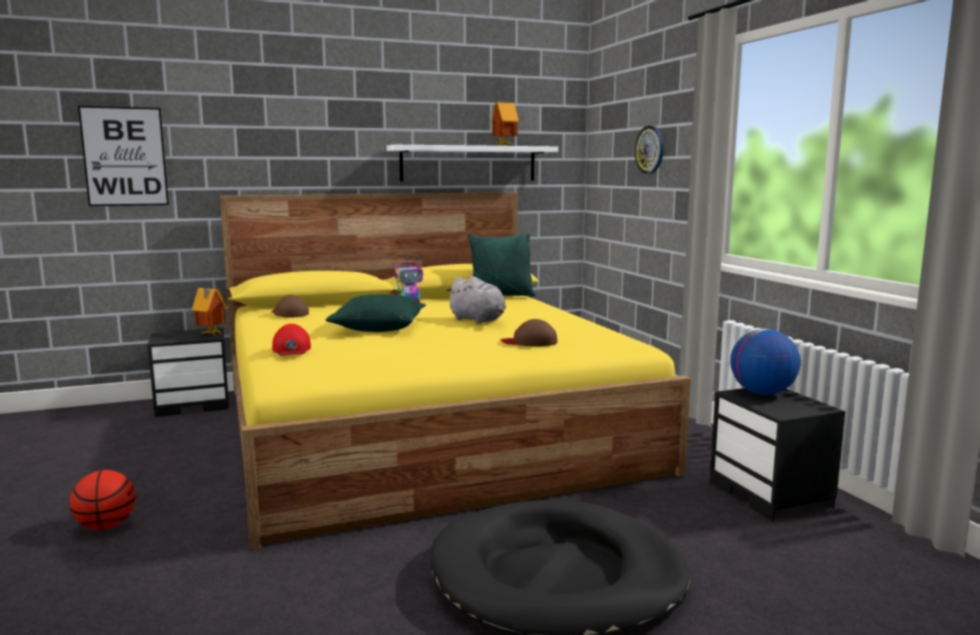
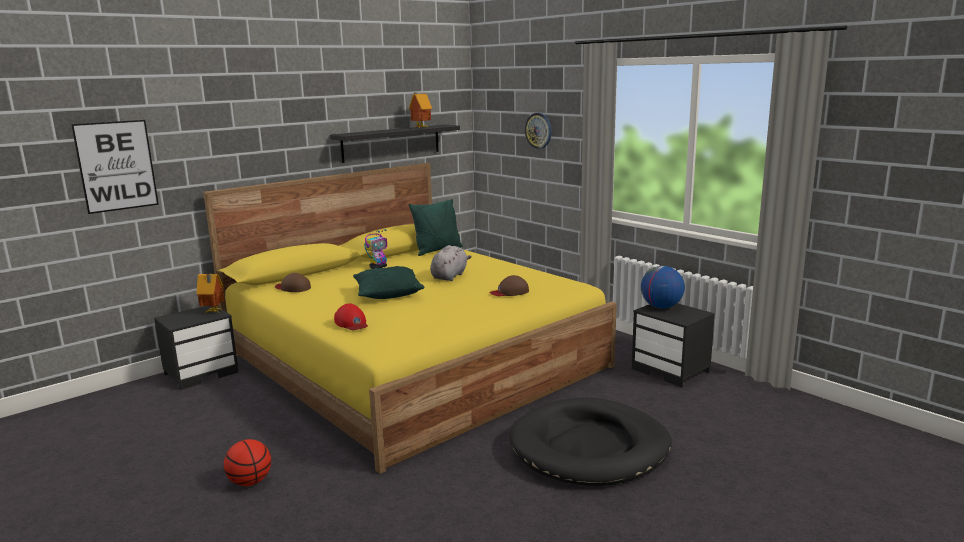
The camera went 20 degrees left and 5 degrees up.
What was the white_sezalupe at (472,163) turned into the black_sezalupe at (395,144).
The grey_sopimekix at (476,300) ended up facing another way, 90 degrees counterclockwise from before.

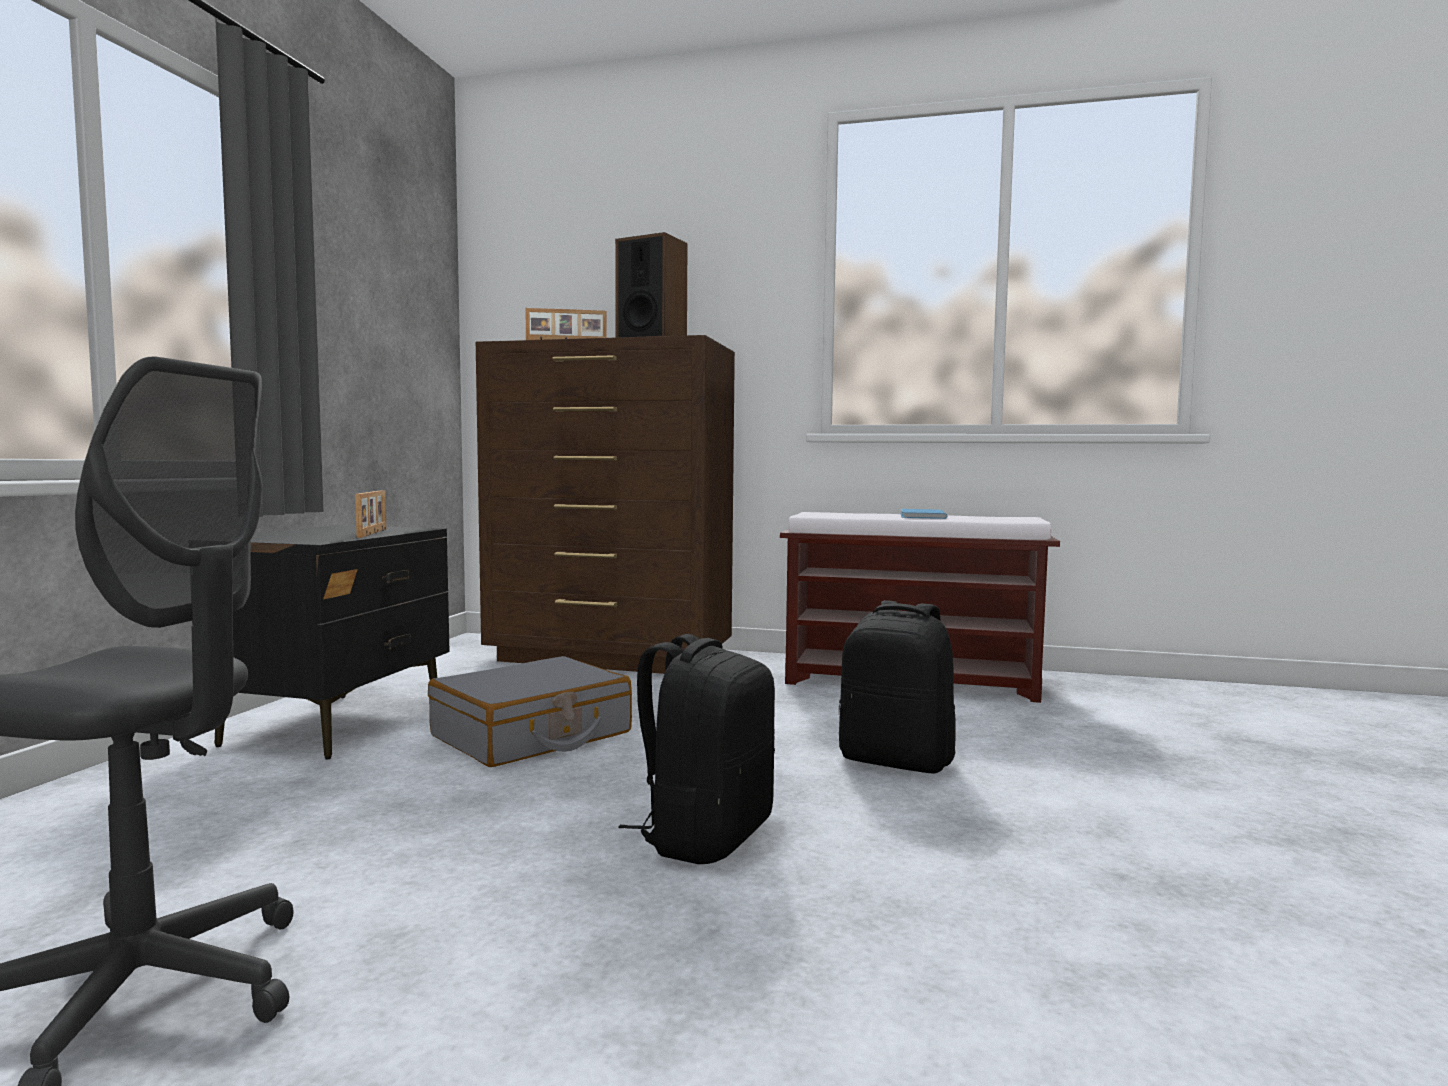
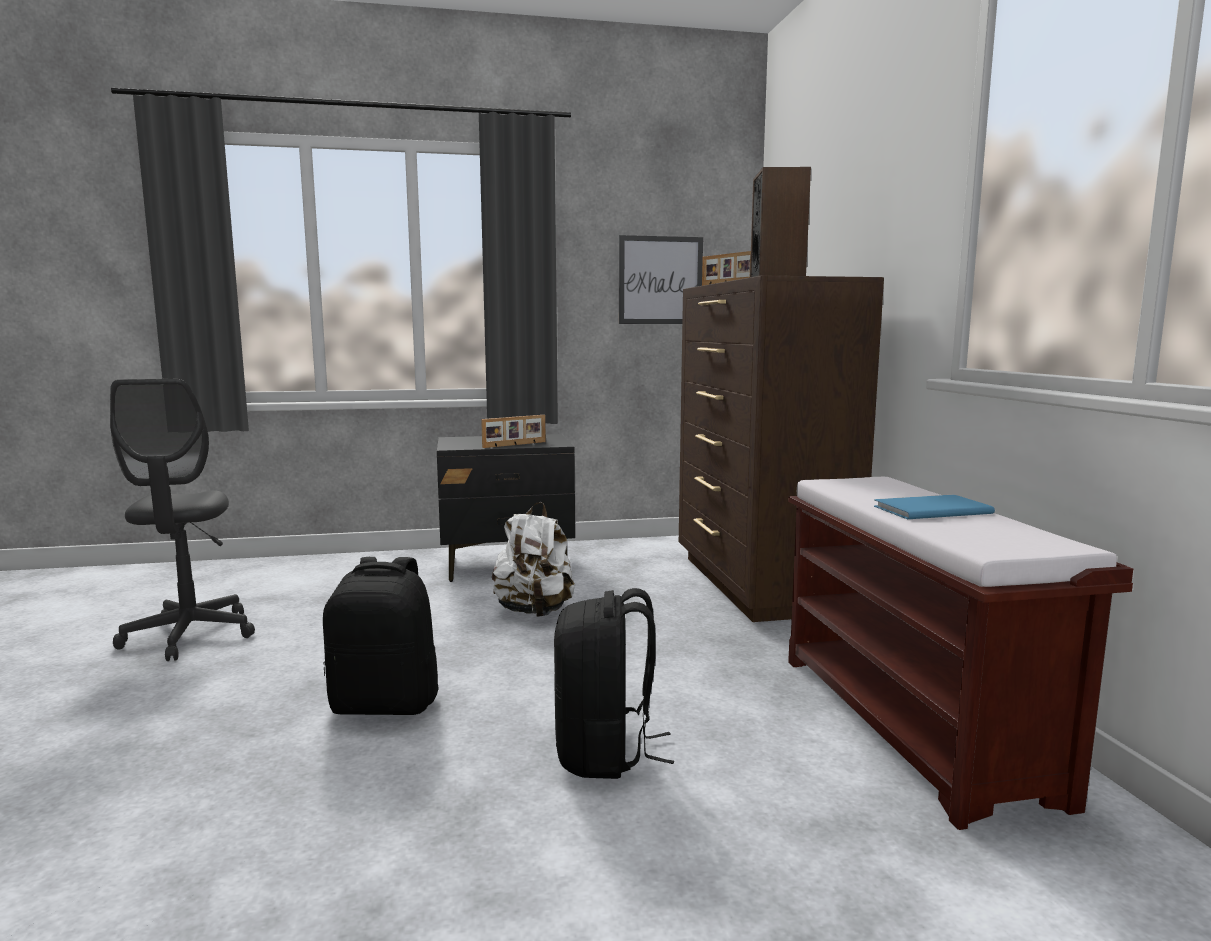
The camera went 65 degrees right and 5 degrees up.
Where the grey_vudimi stood at (530,711), the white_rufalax came to stand at (533,559).
The second view gained the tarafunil at (661,279).

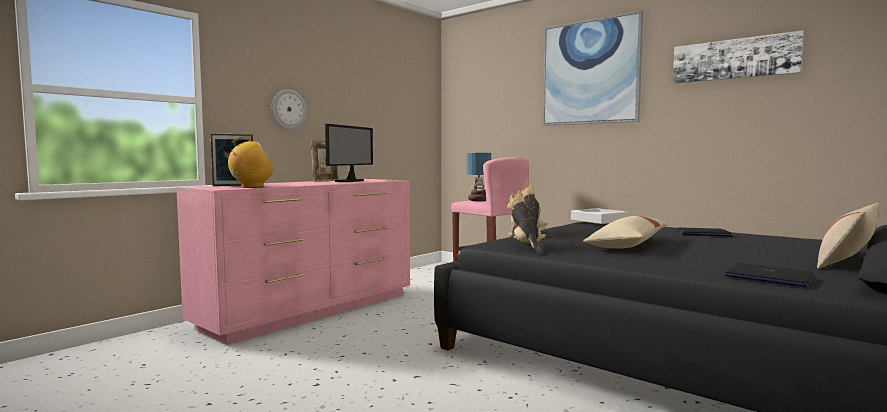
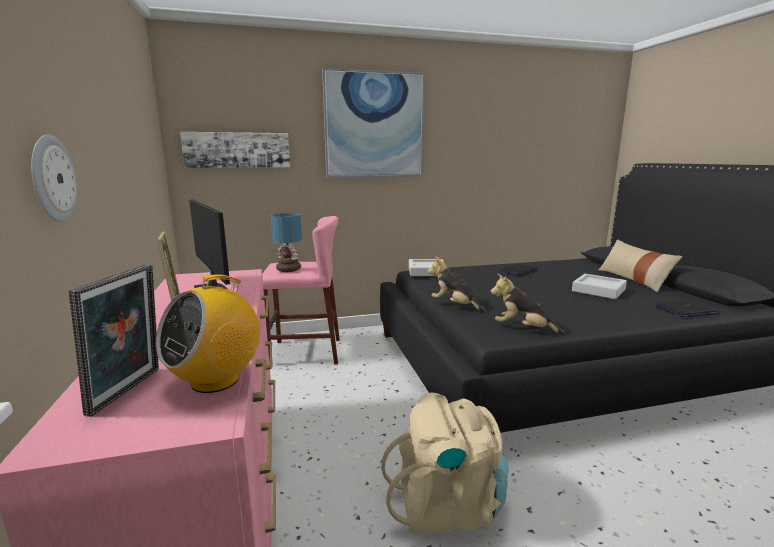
The camera went 55 degrees left and 10 degrees up.
The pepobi at (251,162) ended up facing another way, 150 degrees counterclockwise from before.
The tarafunil ended up elsewhere, having gone from (738,57) to (235,150).
The second view gained the beige_rufalax at (445,462).
The second view gained the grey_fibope at (599,286).
The second view lost the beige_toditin at (625,232).

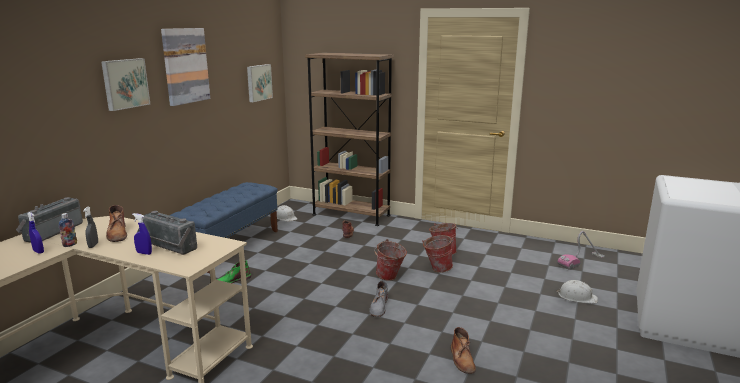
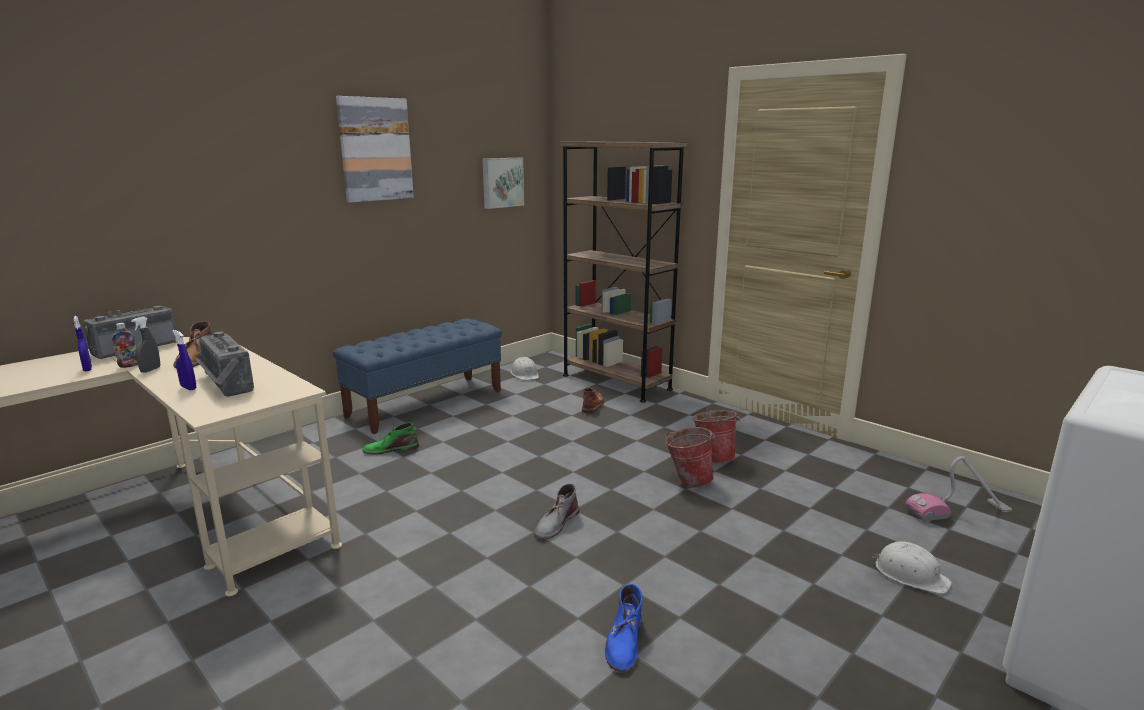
The camera went 20 degrees right and 0 degrees up.
What was the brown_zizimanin at (463,350) turned into the blue_zizimanin at (624,628).
The second view lost the tarafunil at (125,84).
The second view lost the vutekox at (390,260).

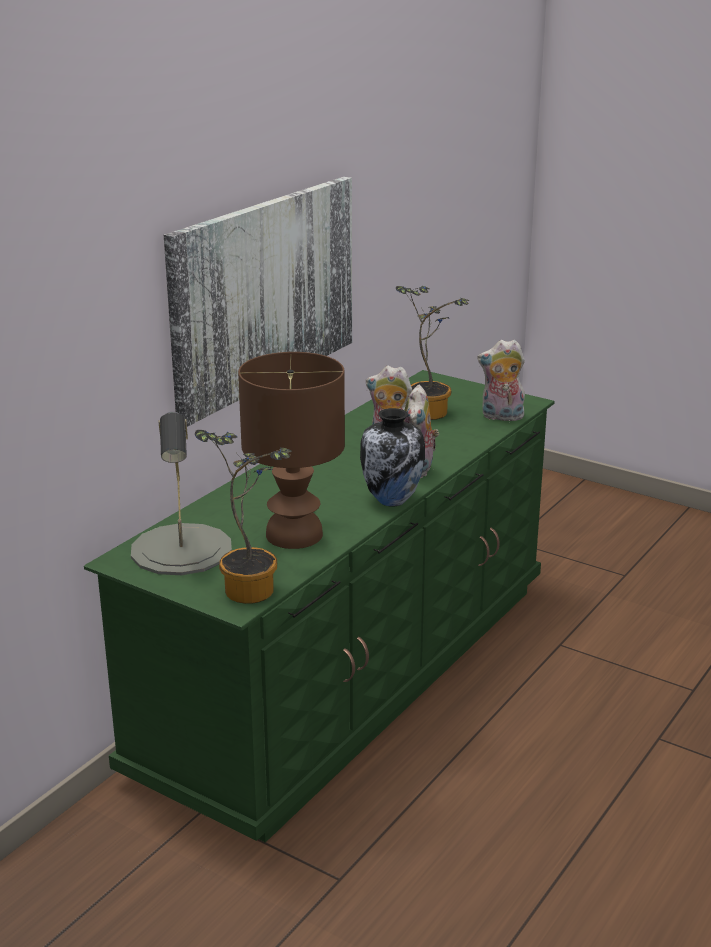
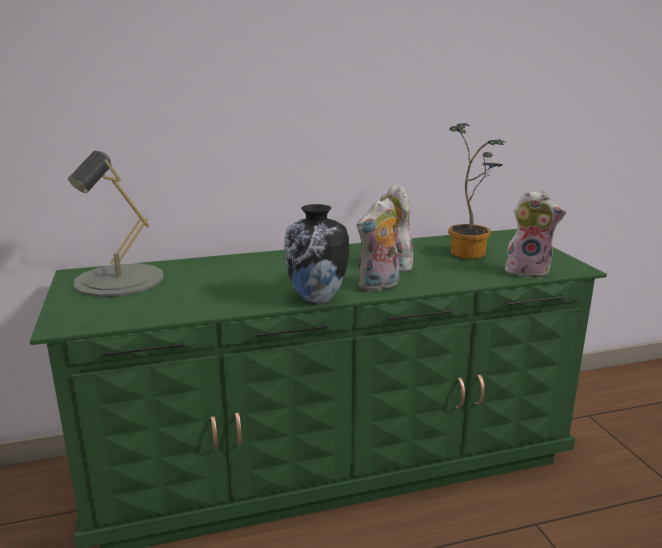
The camera went 40 degrees right and 5 degrees down.
The sopimekix at (501,380) ended up facing another way, 150 degrees clockwise from before.
The second view lost the tarafunil at (258,302).
The second view lost the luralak at (243,517).
The second view lost the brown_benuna at (291,450).

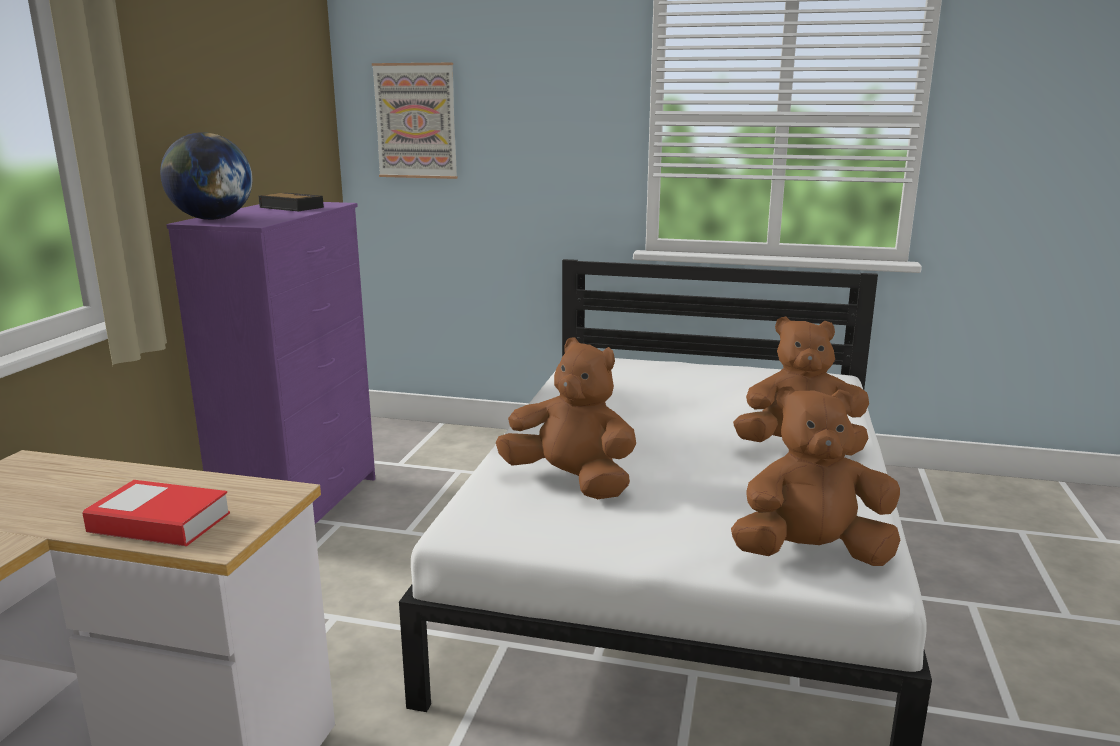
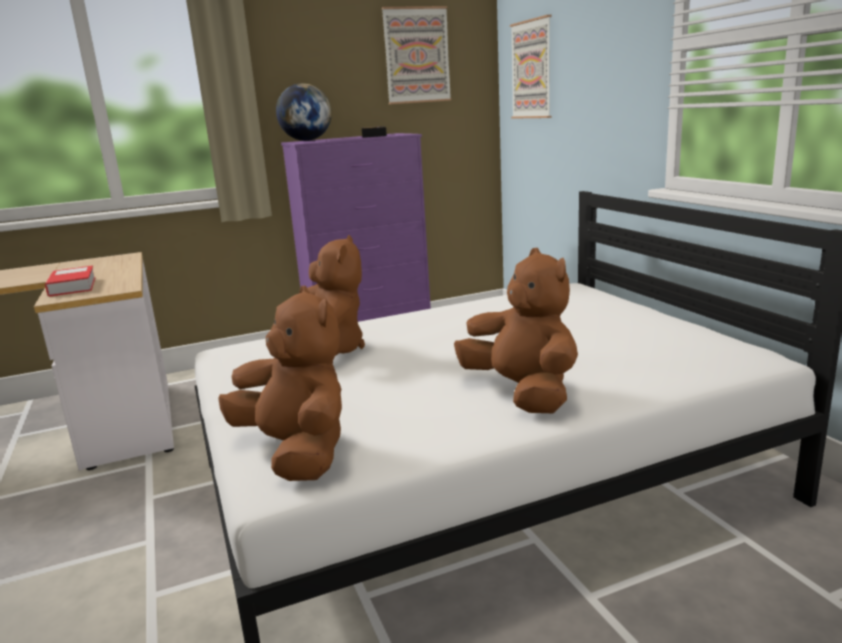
The camera went 55 degrees right and 0 degrees up.
The second view gained the tarafunil at (416,55).

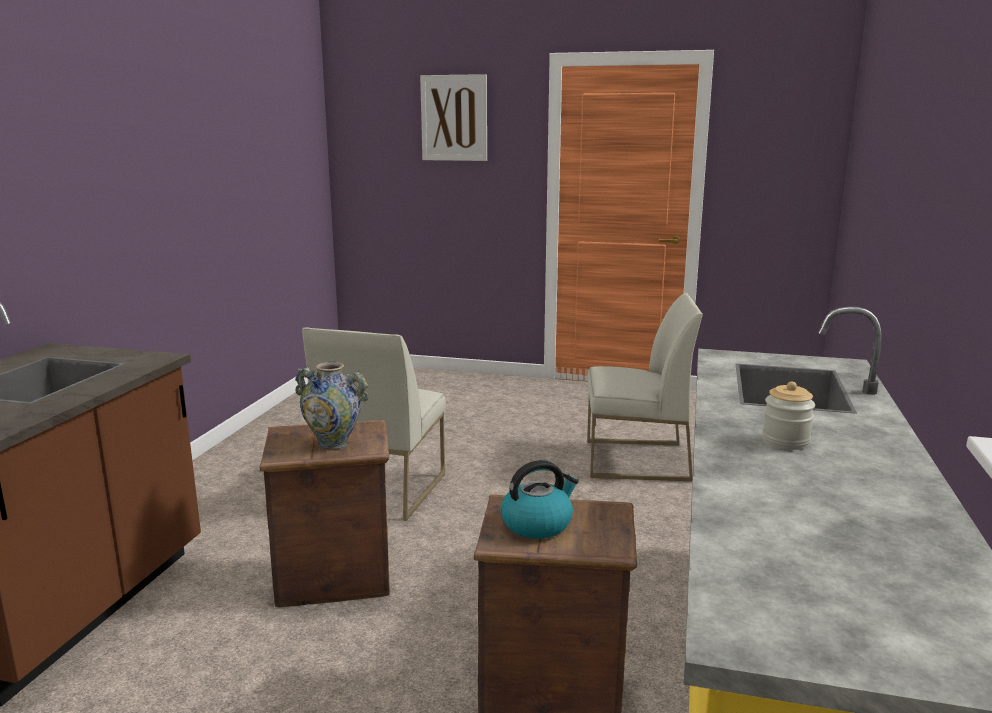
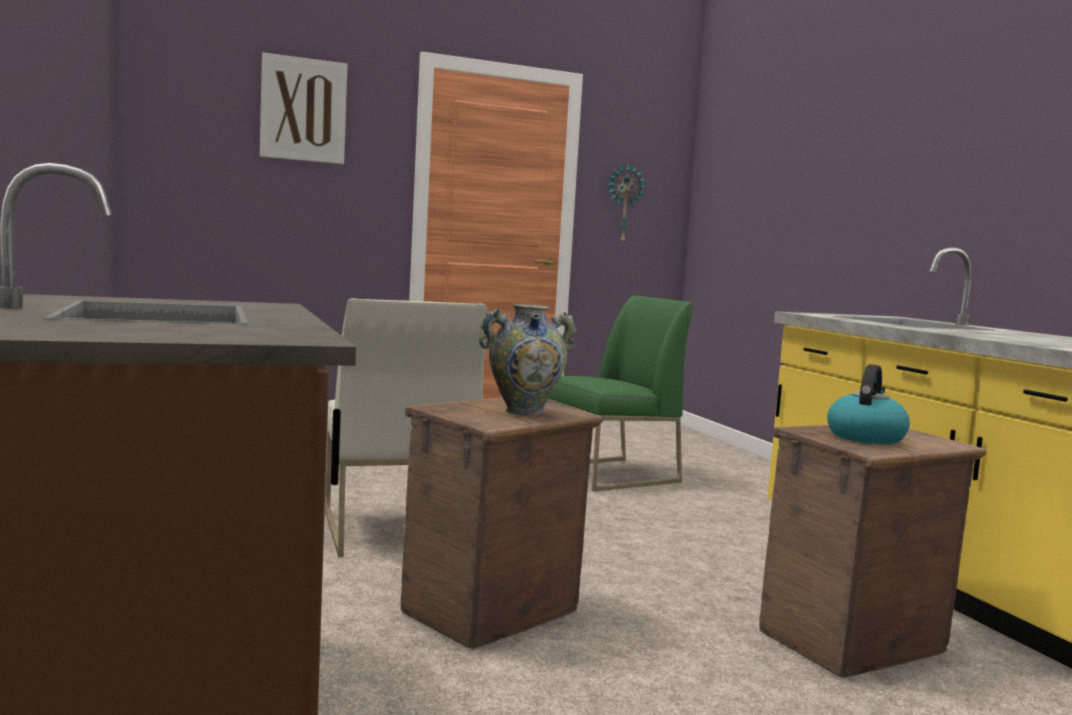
The camera went 35 degrees left and 10 degrees down.
What was the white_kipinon at (645,387) turned into the green_kipinon at (620,393).
The second view gained the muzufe at (626,204).
The second view lost the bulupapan at (788,415).

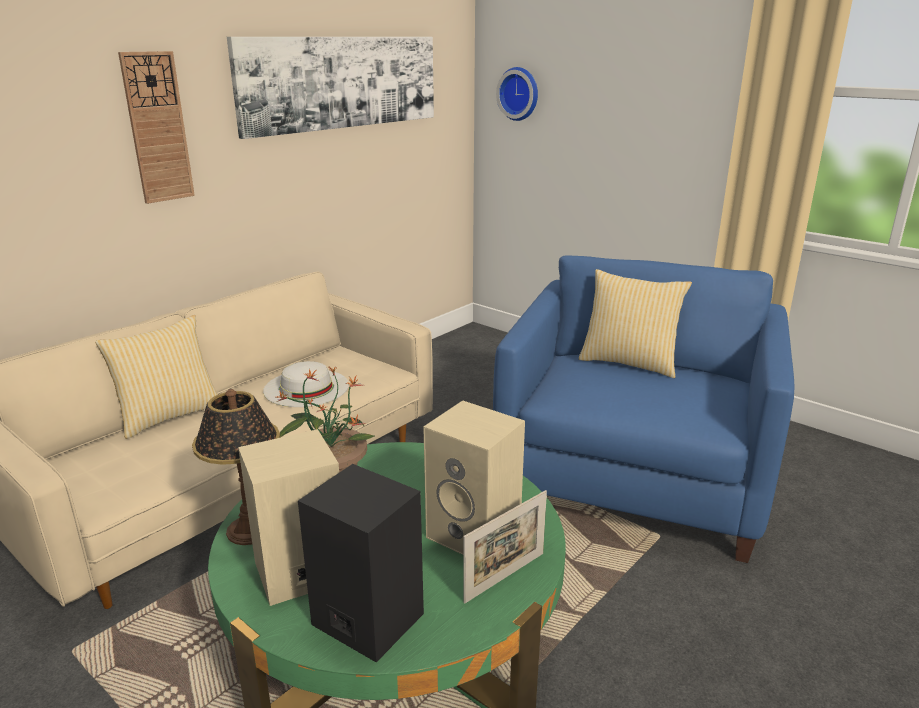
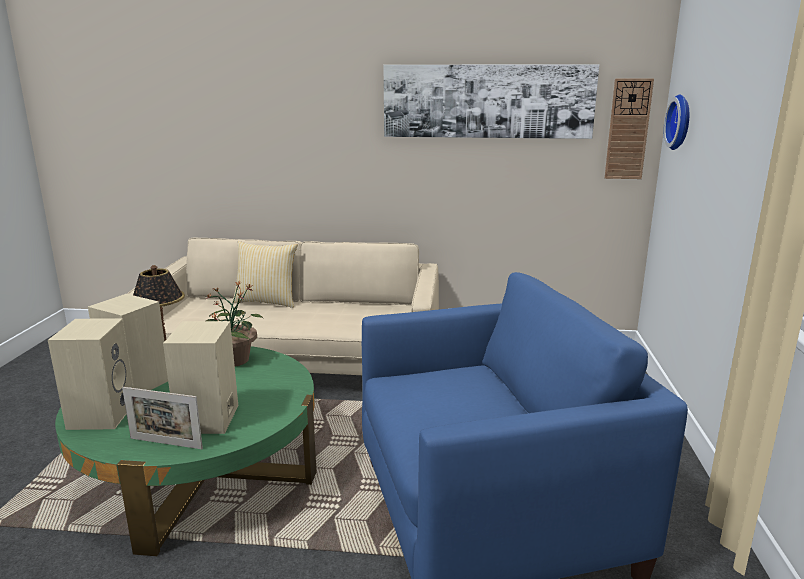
The camera went 55 degrees right and 5 degrees down.
What was the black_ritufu at (361,563) turned into the beige_ritufu at (91,374).
The muzufe ended up elsewhere, having gone from (156,127) to (629,129).
The second view lost the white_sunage at (306,384).
The second view lost the toditin at (635,323).

